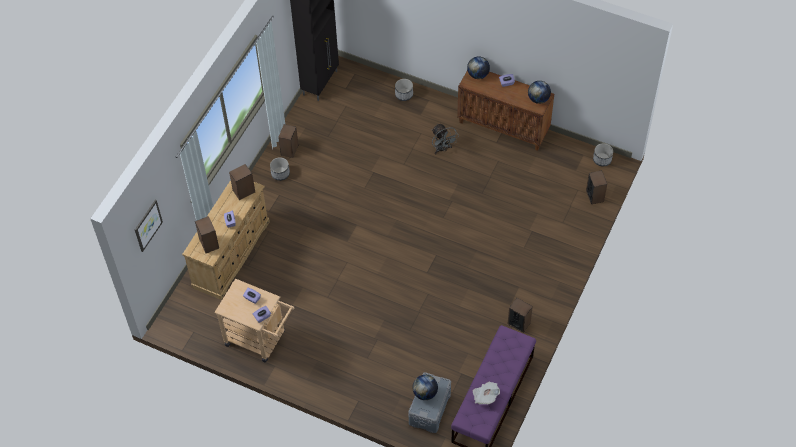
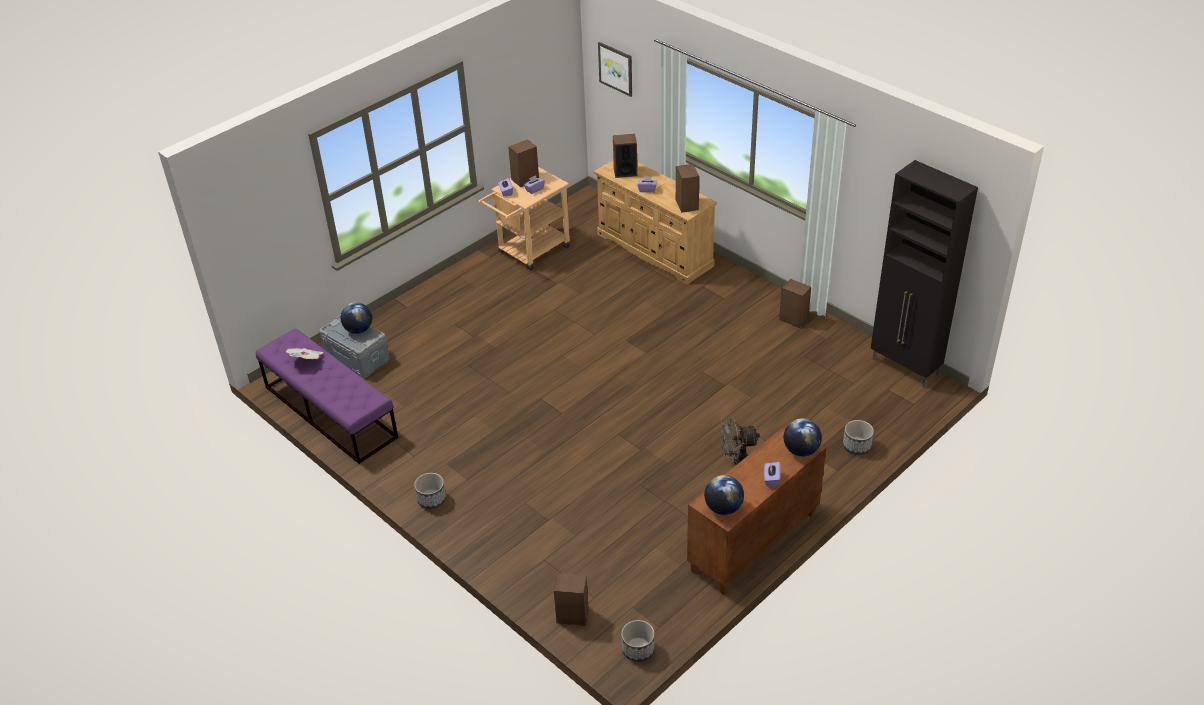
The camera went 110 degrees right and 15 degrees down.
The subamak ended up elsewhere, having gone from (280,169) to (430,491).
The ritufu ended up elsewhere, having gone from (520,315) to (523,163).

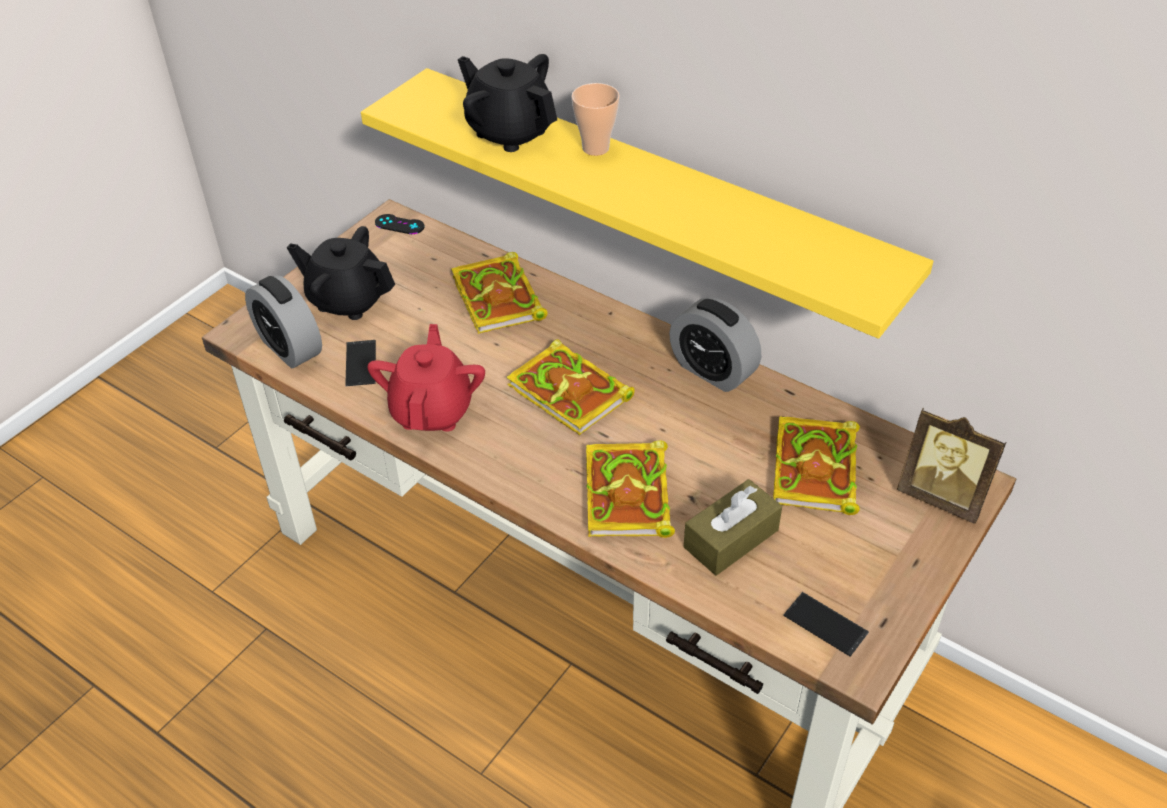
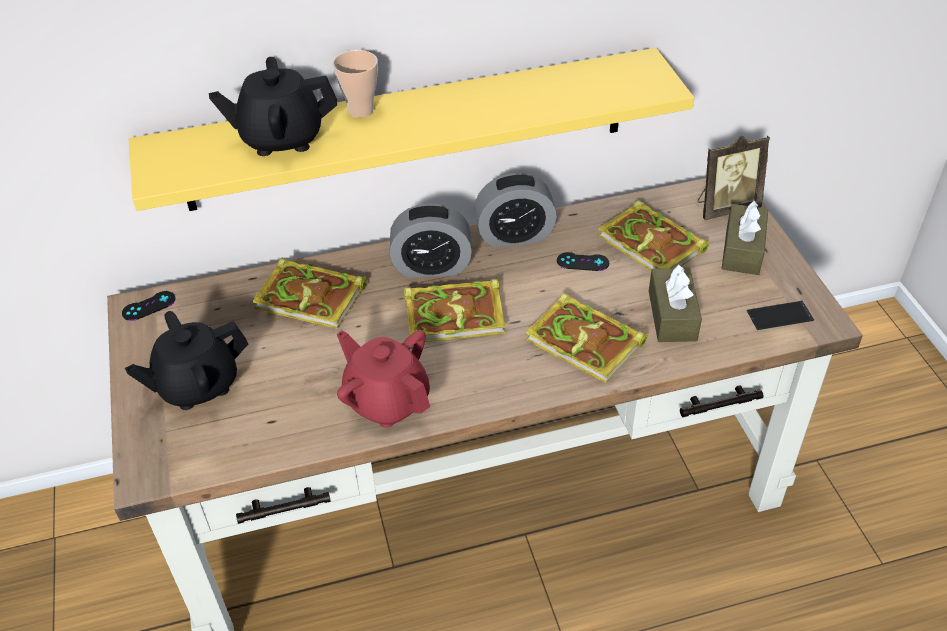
The camera went 50 degrees left and 0 degrees up.
The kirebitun ended up elsewhere, having gone from (283,321) to (431,240).
The second view gained the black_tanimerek at (583,261).
The second view gained the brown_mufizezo at (745,238).
The second view lost the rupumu at (360,363).

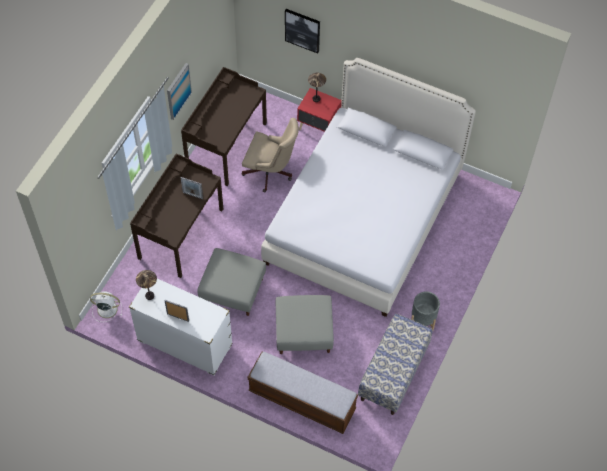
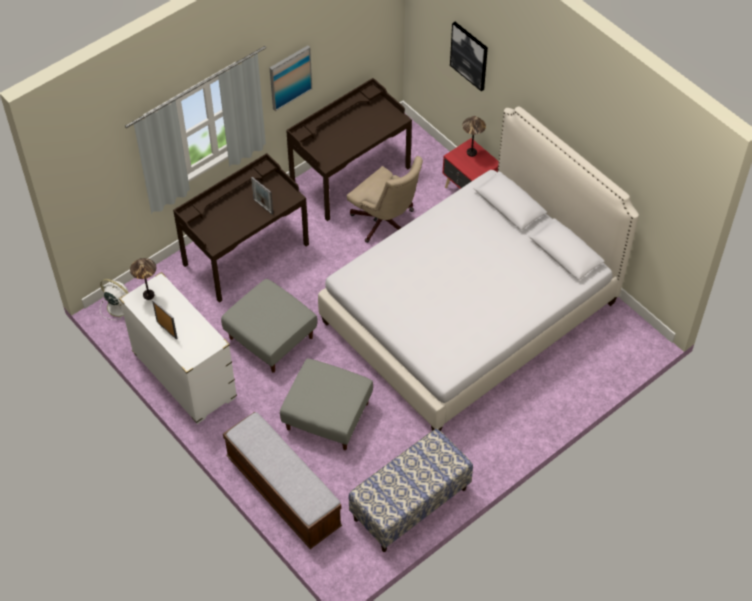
The camera went 25 degrees right and 5 degrees down.
The second view lost the grey_subamak at (425,310).

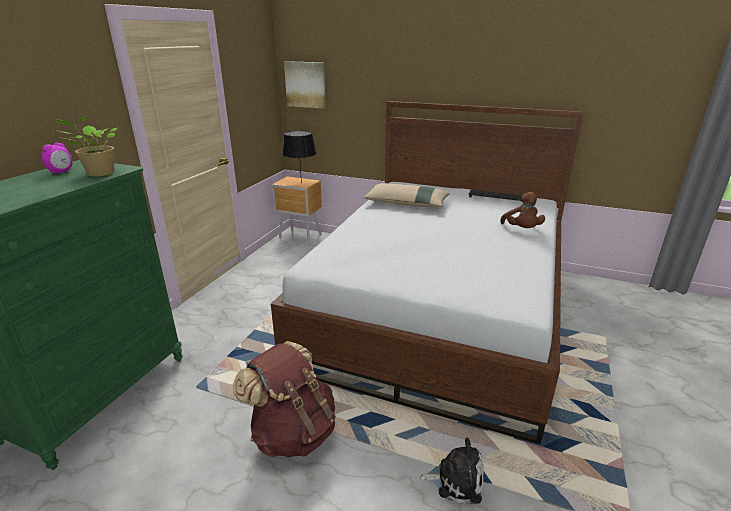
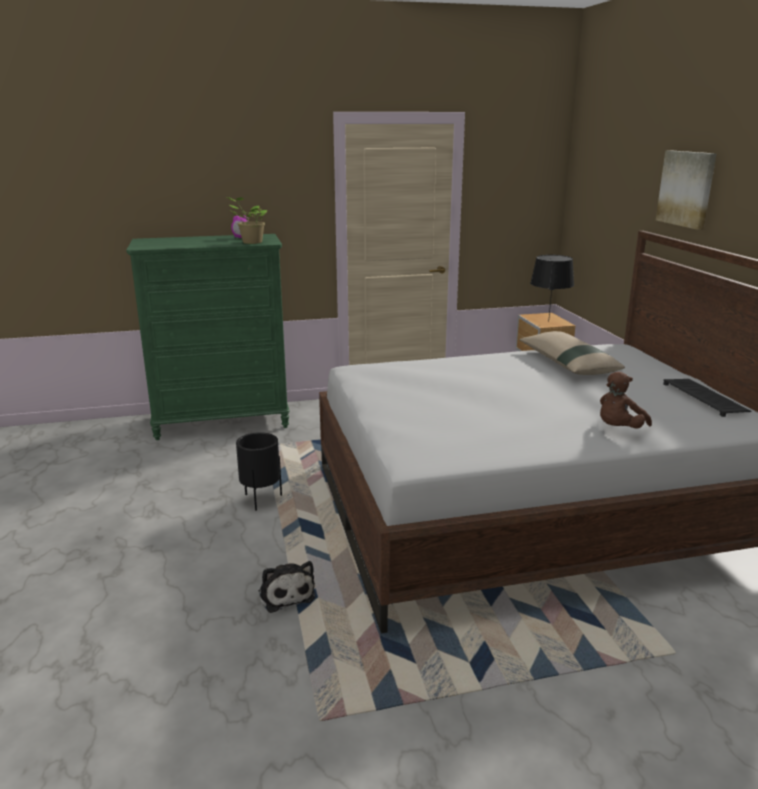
The camera went 55 degrees right and 5 degrees down.
Where the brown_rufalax stood at (284,399), the black_subamak came to stand at (259,471).
The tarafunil ended up elsewhere, having gone from (305,85) to (686,190).

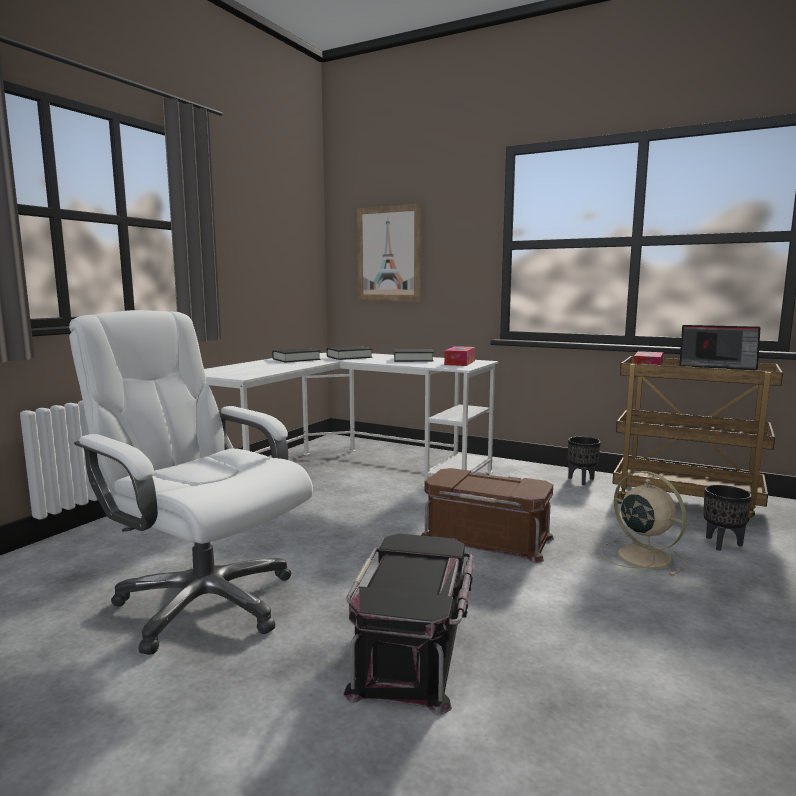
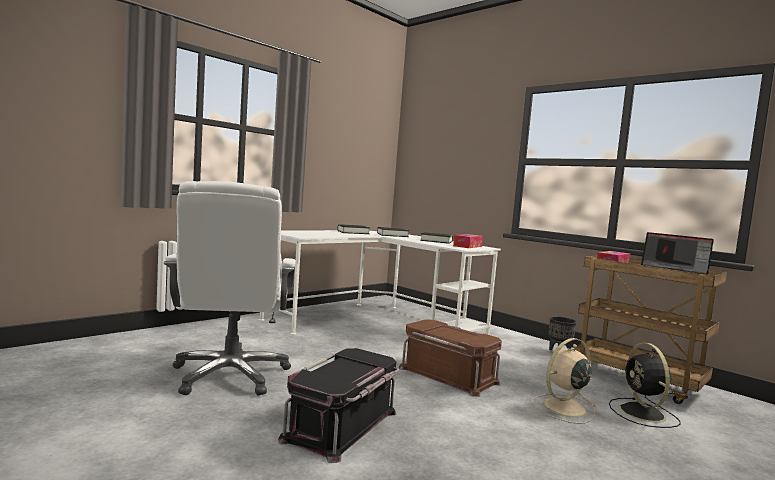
The camera went 15 degrees right and 5 degrees down.
The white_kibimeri at (191,482) ended up facing another way, 150 degrees counterclockwise from before.
The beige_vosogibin at (644,524) ended up facing another way, 105 degrees counterclockwise from before.
Where the black_subamak stood at (727,518), the black_vosogibin came to stand at (645,385).
The second view lost the tarafunil at (389,252).

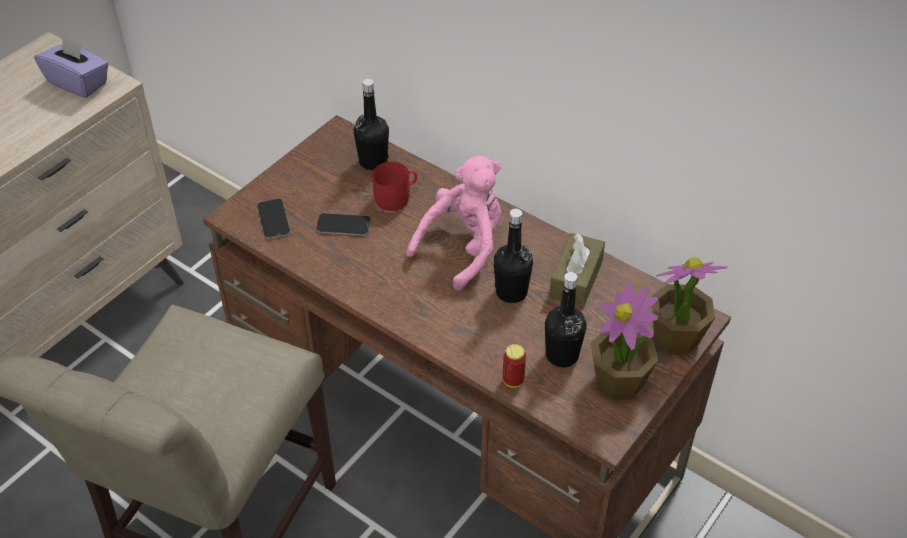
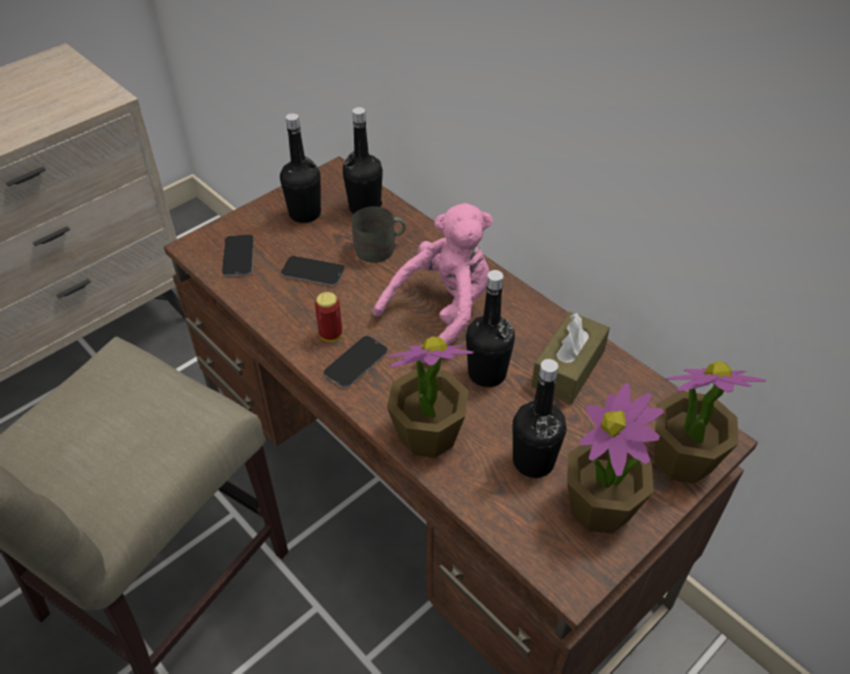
The camera went 10 degrees right and 0 degrees up.
The second view gained the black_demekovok at (300,168).
The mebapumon ended up elsewhere, having gone from (514,366) to (328,317).
The second view gained the rupumu at (356,362).
What was the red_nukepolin at (394,186) turned into the grey_nukepolin at (379,234).
The second view gained the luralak at (430,397).
The second view lost the purple_mufizezo at (72,66).

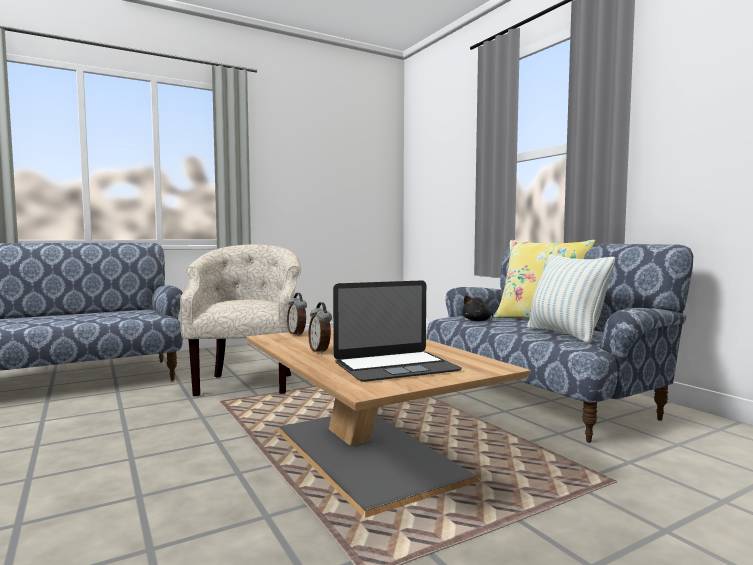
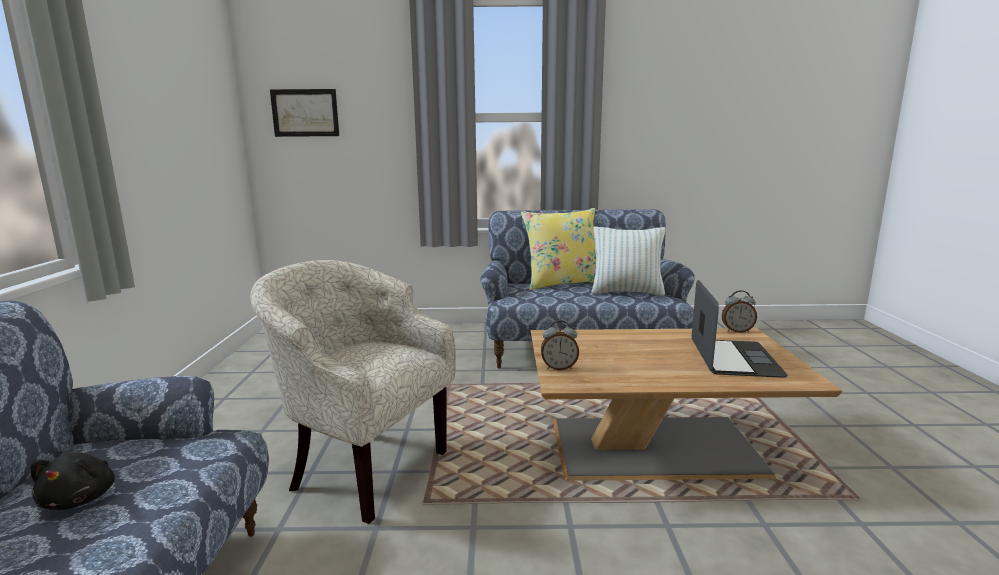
The camera went 60 degrees left and 10 degrees up.
The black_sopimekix ended up elsewhere, having gone from (477,308) to (73,481).
The second view gained the tarafunil at (304,113).
The kirebitun ended up elsewhere, having gone from (320,328) to (739,311).

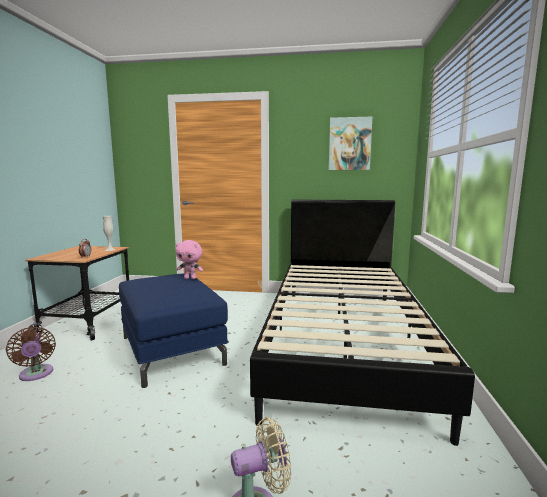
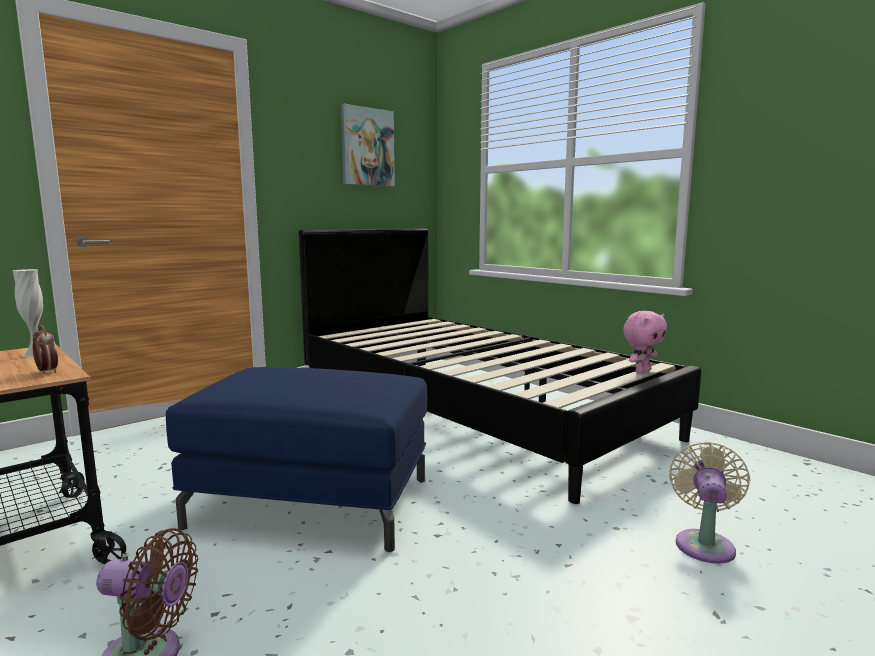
The camera went 50 degrees left and 0 degrees up.
The pink_sopimekix ended up elsewhere, having gone from (189,259) to (645,342).

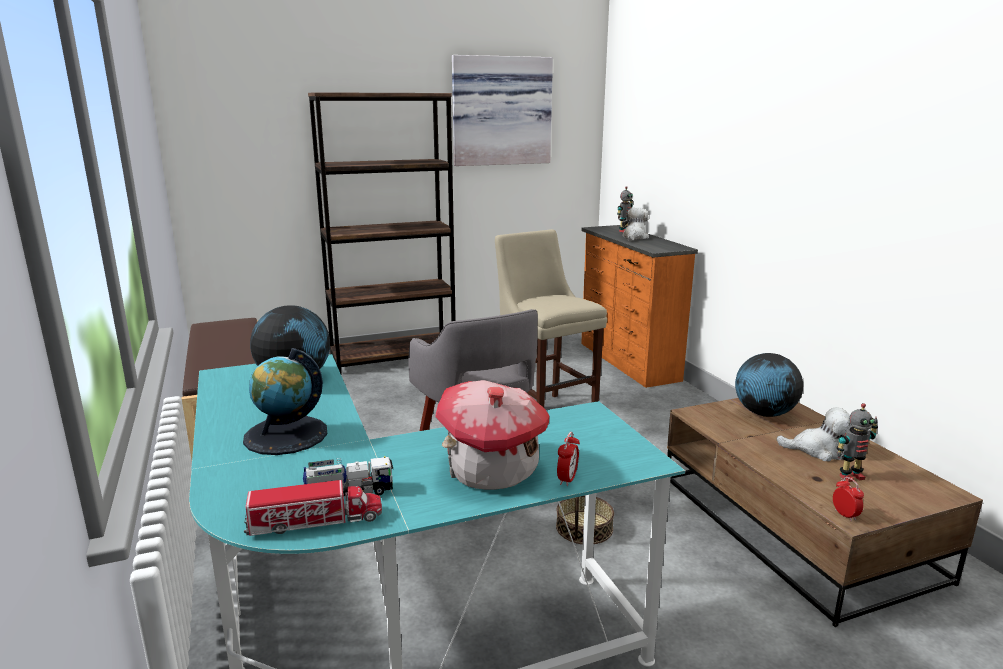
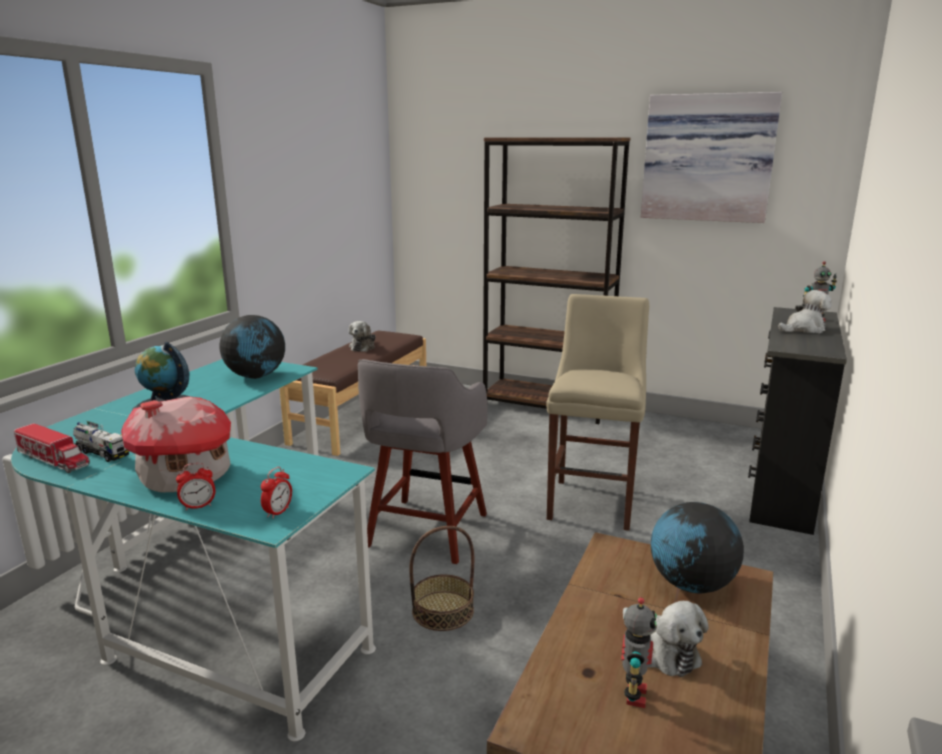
The camera went 45 degrees right and 0 degrees up.
The kirebitun ended up elsewhere, having gone from (848,499) to (276,493).
The second view gained the sopimekix at (362,336).
The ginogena at (857,442) ended up facing another way, 105 degrees counterclockwise from before.
What was the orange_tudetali at (639,306) turned into the black_tudetali at (797,421).

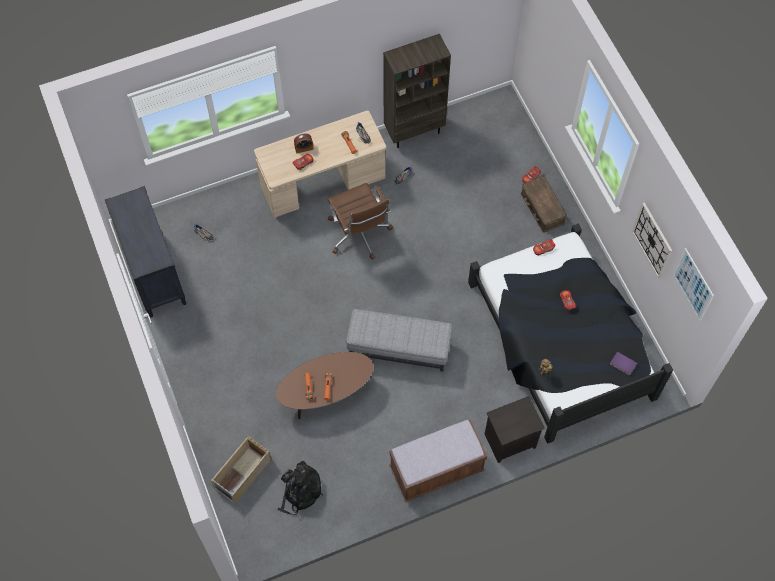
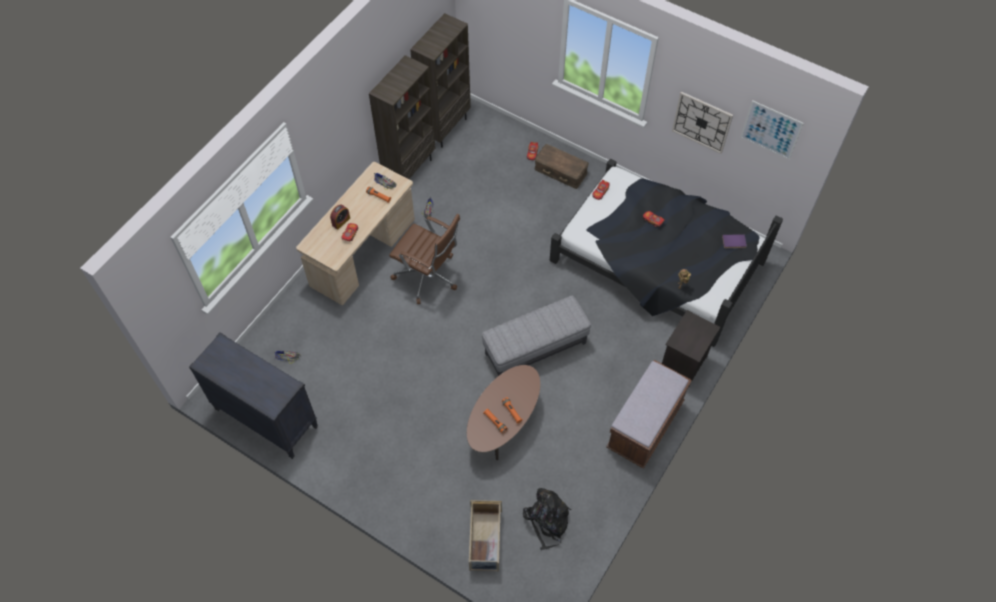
The camera went 35 degrees left and 5 degrees down.
The second view gained the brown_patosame at (440,80).

